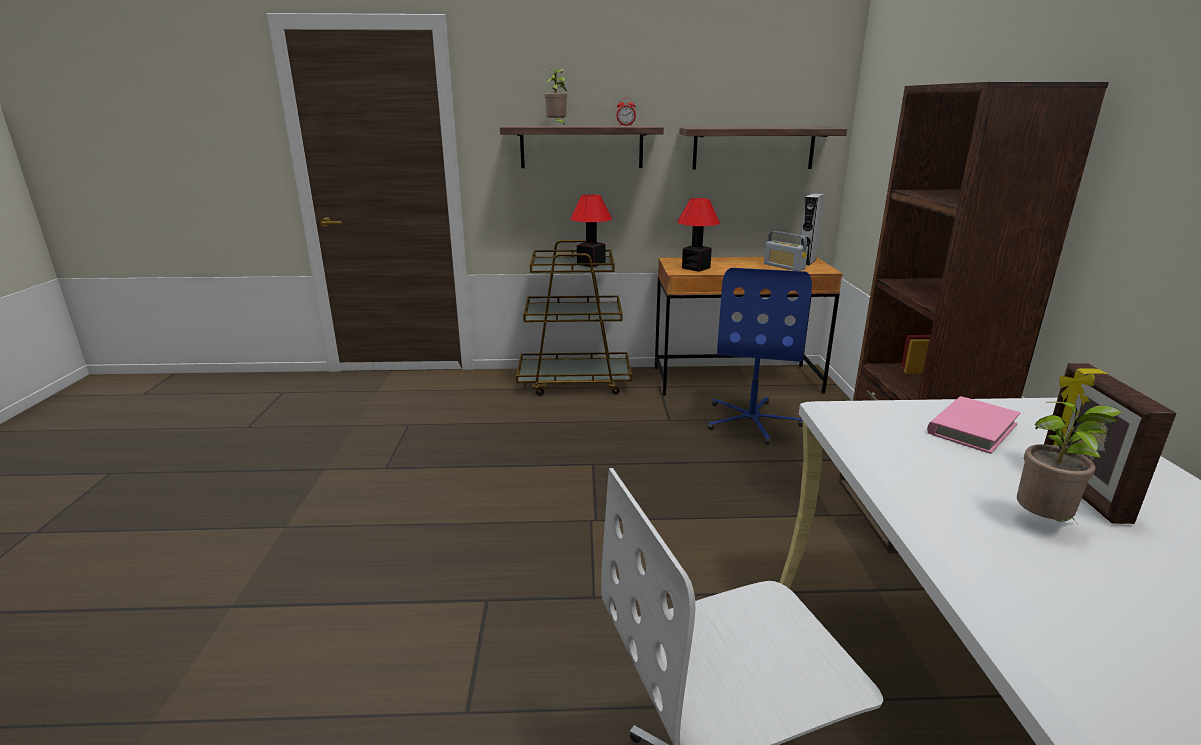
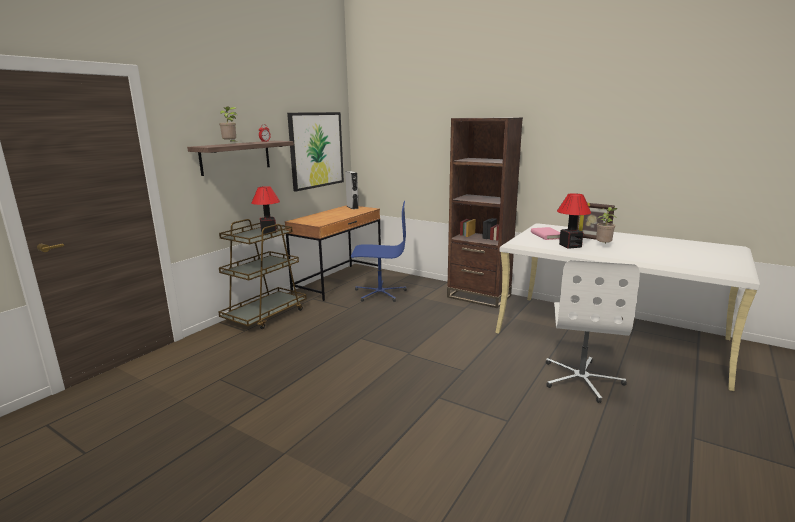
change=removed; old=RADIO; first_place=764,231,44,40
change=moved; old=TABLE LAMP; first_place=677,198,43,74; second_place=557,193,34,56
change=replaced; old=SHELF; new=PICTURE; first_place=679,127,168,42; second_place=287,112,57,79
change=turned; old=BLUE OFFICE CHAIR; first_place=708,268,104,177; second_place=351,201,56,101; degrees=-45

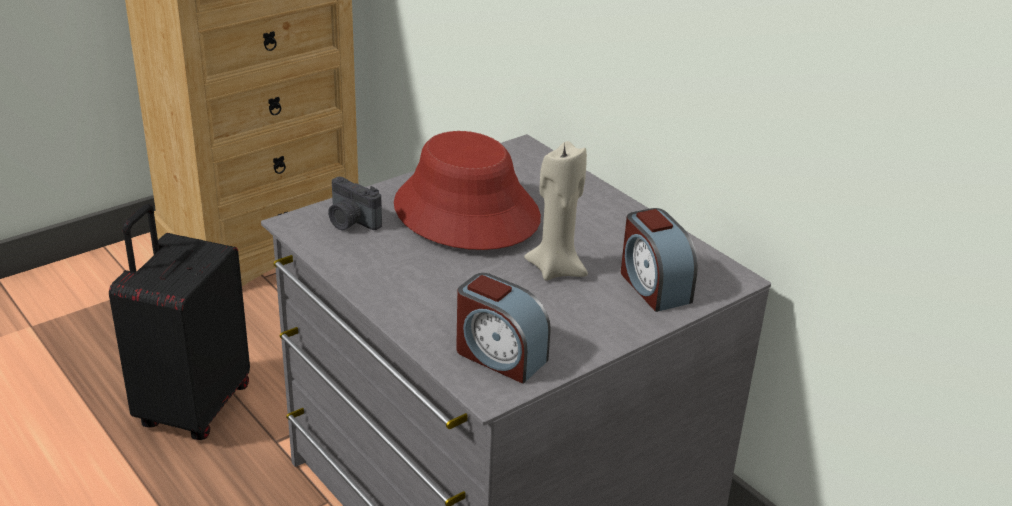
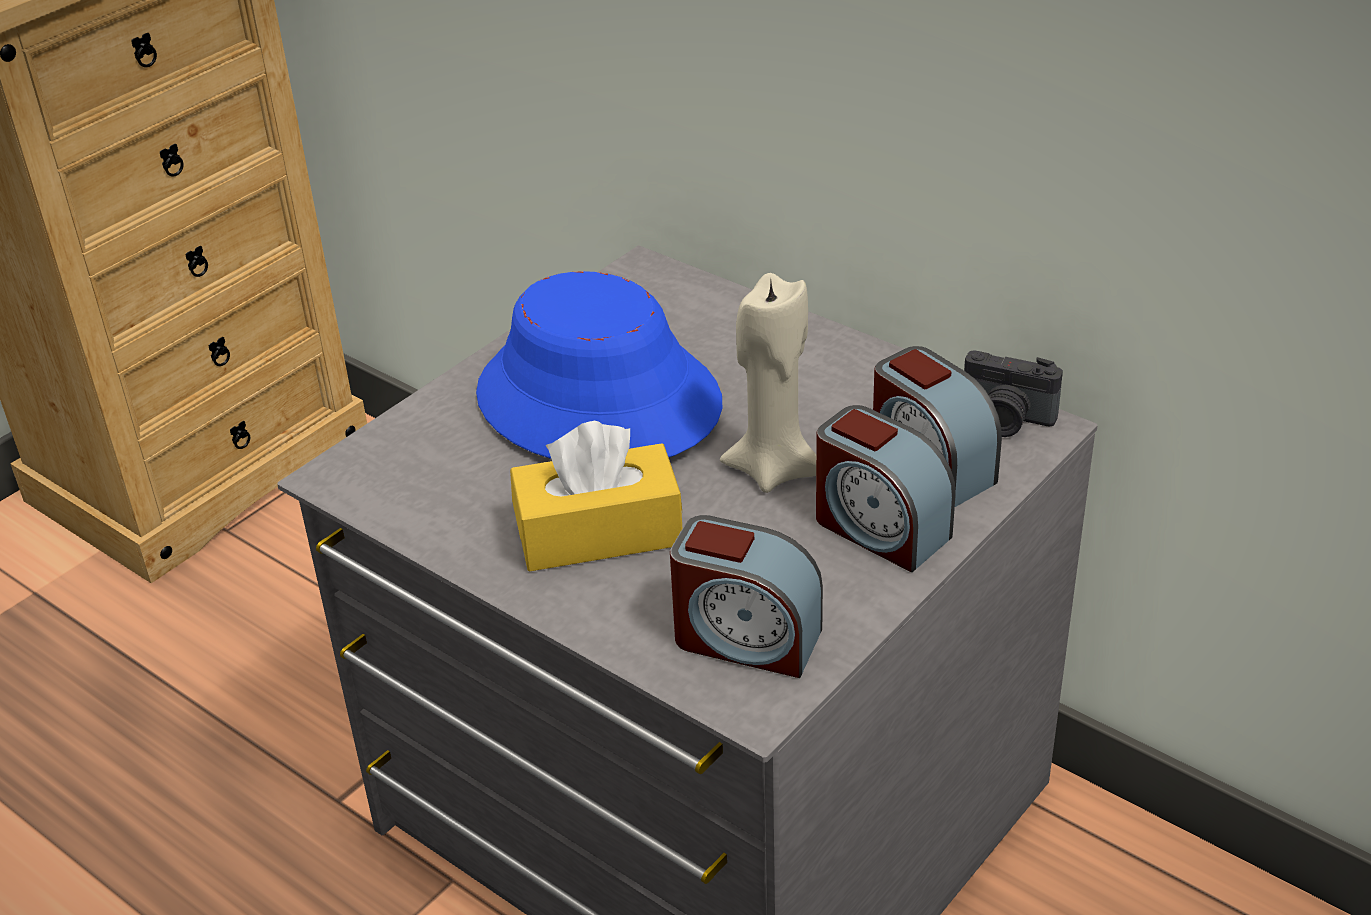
change=removed; old=BLACK SUITCASE; first_place=109,204,141,236
change=added; new=YELLOW TISSUE BOX; second_place=510,421,173,150
change=added; new=ALARM CLOCK; second_place=816,405,140,167
change=moved; old=PHOTO CAMERA; first_place=328,177,54,53; second_place=964,350,99,87
change=recoloured; old=RED HAT; new=BLUE HAT; first_place=394,131,147,119; second_place=476,271,246,188

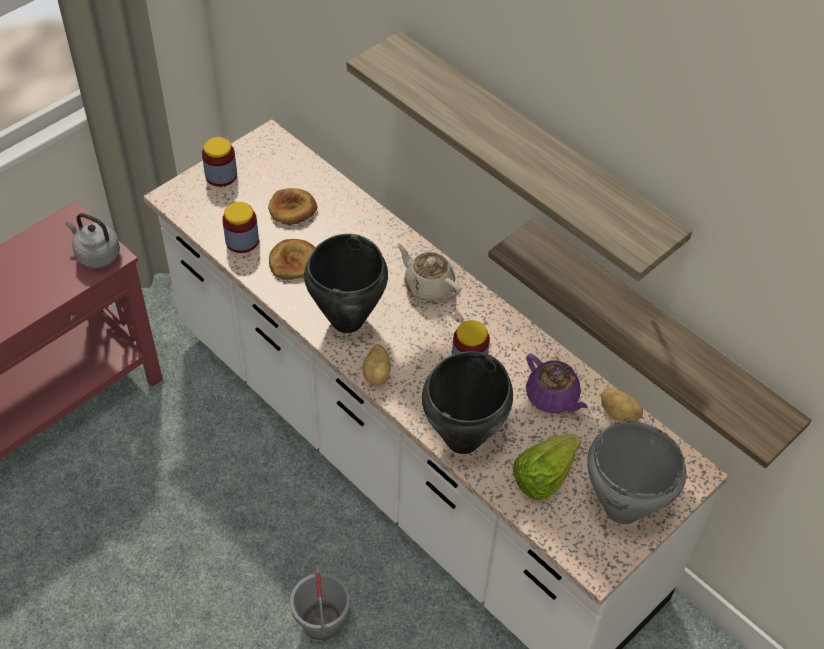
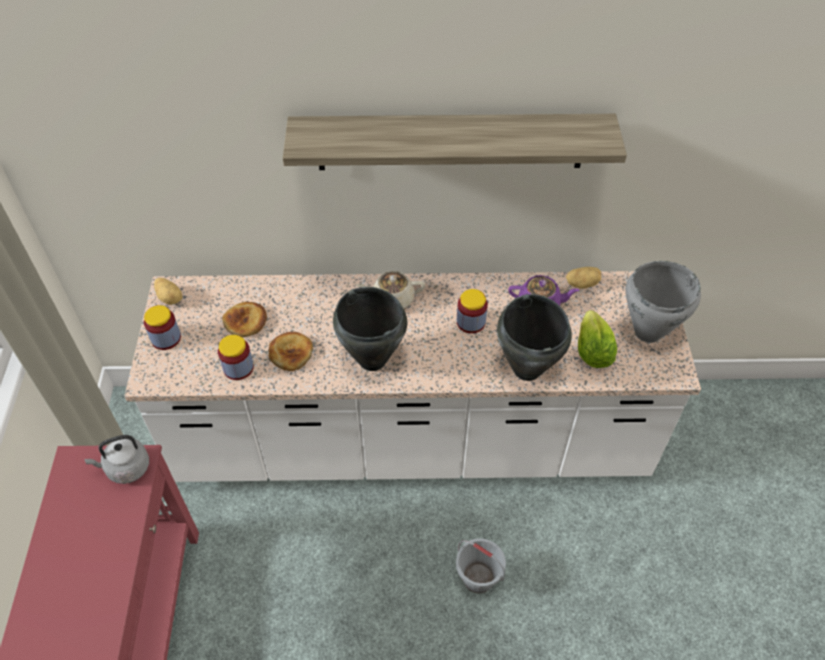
change=removed; old=SHELF; first_place=488,218,324,250
change=moved; old=POTATO; first_place=362,344,29,41; second_place=154,278,29,27

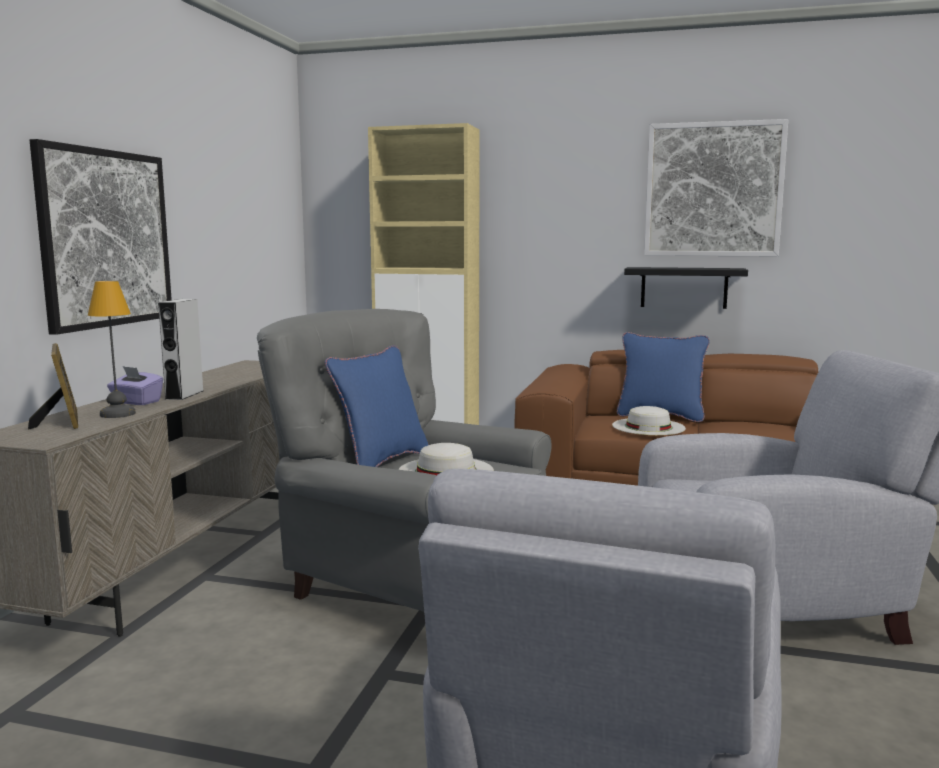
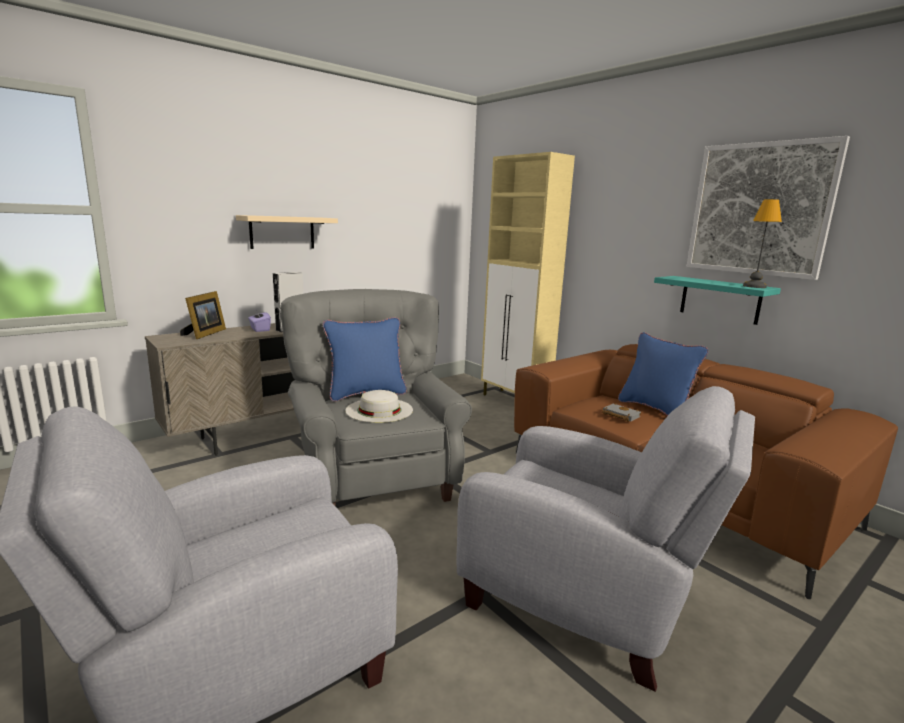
change=moved; old=TABLE LAMP; first_place=88,281,48,137; second_place=743,199,39,89
change=replaced; old=PICTURE; new=BEIGE SHELF; first_place=30,139,142,196; second_place=236,215,102,34
change=replaced; old=WHITE HAT; new=GREY BOOK; first_place=612,406,74,29; second_place=602,403,39,19
change=recoloured; old=BLACK SHELF; new=TURQUOISE SHELF; first_place=624,267,124,42; second_place=654,276,127,49

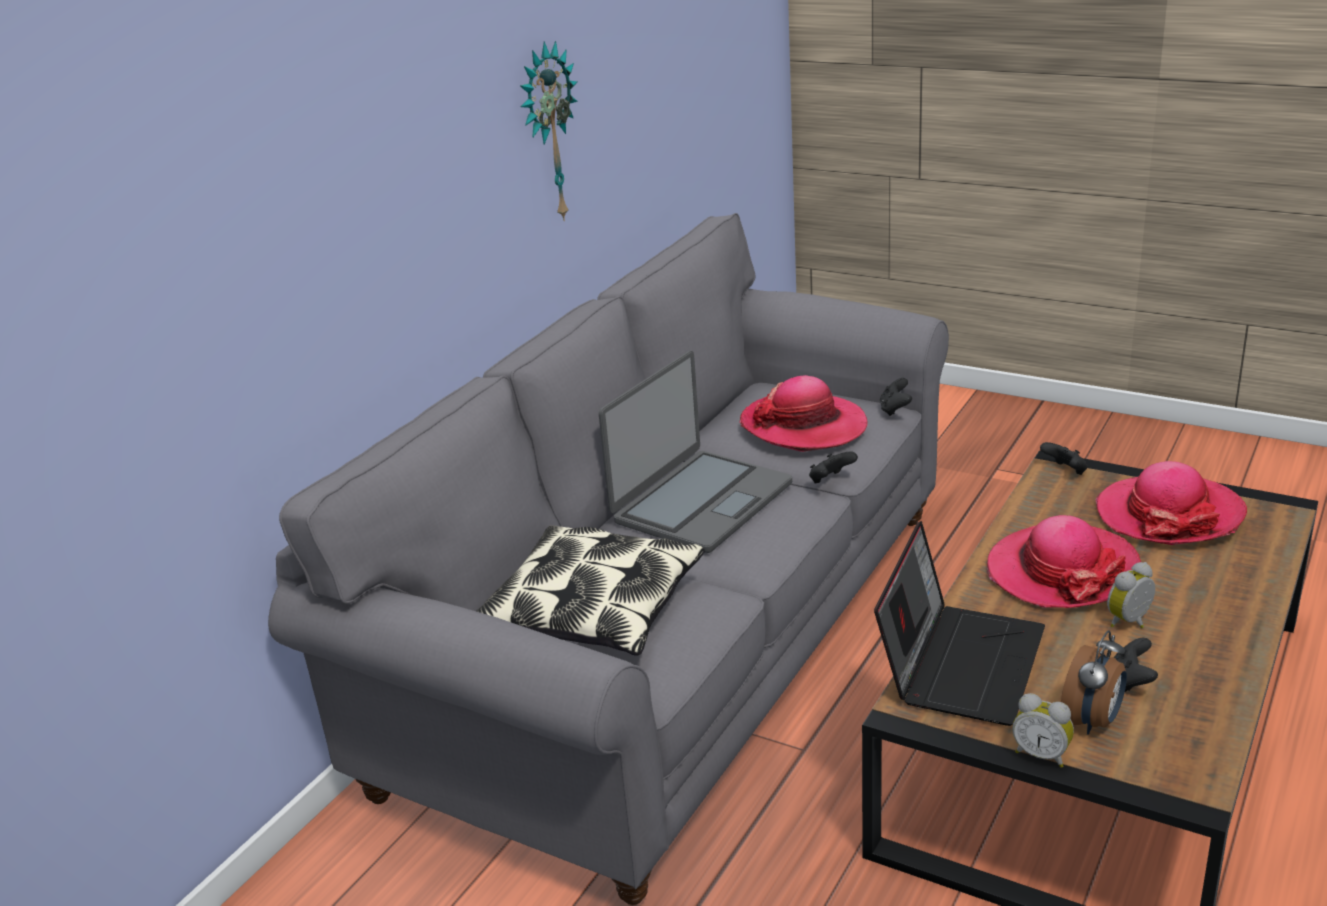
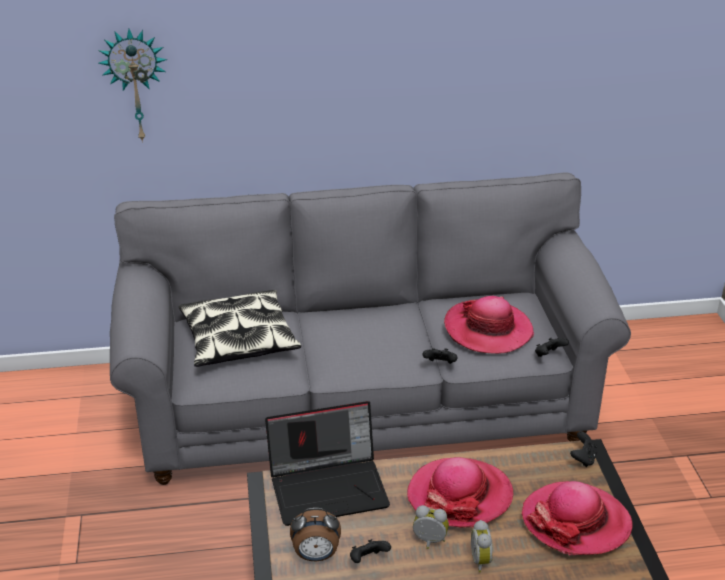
change=removed; old=LAPTOP; first_place=599,351,193,202
change=moved; old=WALL CLOCK; first_place=520,41,58,180; second_place=98,29,69,114
change=moved; old=ALARM CLOCK; first_place=1012,693,62,75; second_place=471,520,22,52

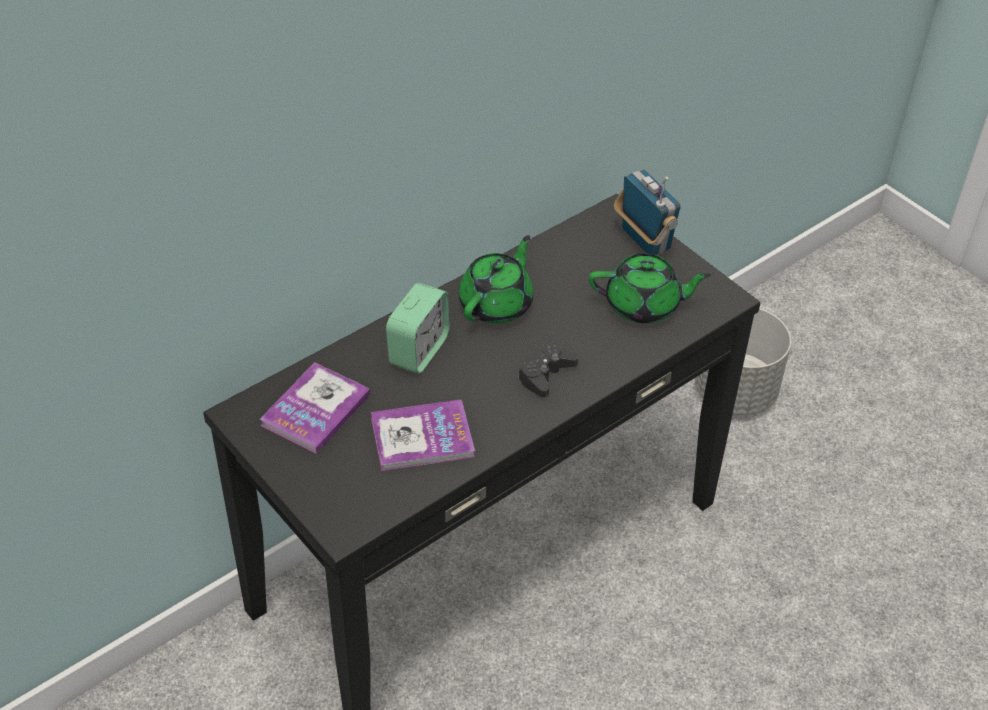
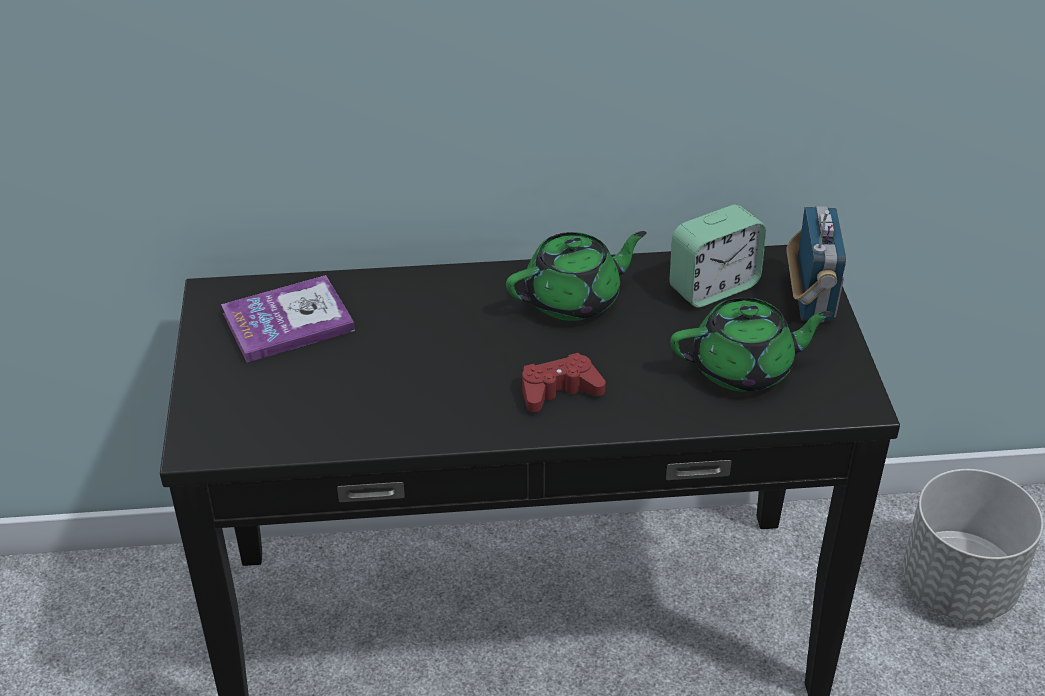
change=removed; old=BOOK; first_place=371,399,104,72
change=moved; old=ALARM CLOCK; first_place=386,283,64,91; second_place=669,205,97,103
change=recoloured; old=BLACK GAME CONTROLLER; new=RED GAME CONTROLLER; first_place=518,342,60,55; second_place=522,353,84,59
change=turned; old=GREEN TEAPOT; first_place=589,253,122,70; second_place=670,297,163,95; degrees=-45

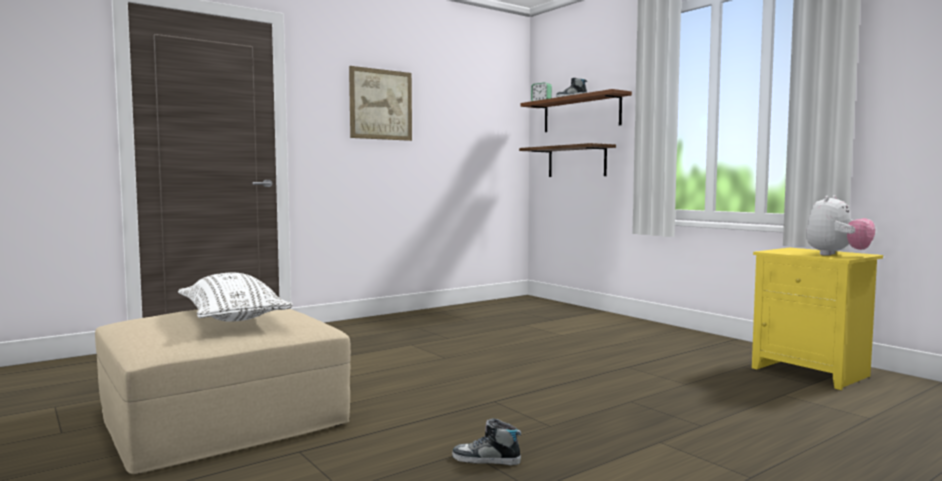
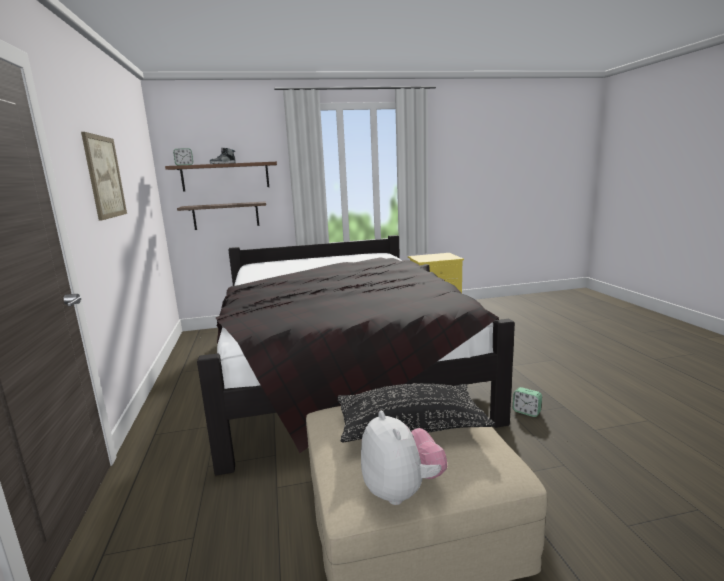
change=added; new=BLACK BED; second_place=197,235,318,241
change=moved; old=PLUSH TOY; first_place=806,195,70,61; second_place=361,411,86,94
change=replaced; old=SHOE; new=ALARM CLOCK; first_place=452,418,69,48; second_place=513,387,29,30
change=recoloured; old=WHITE PILLOW; new=BLACK PILLOW; first_place=178,272,115,50; second_place=337,383,158,59

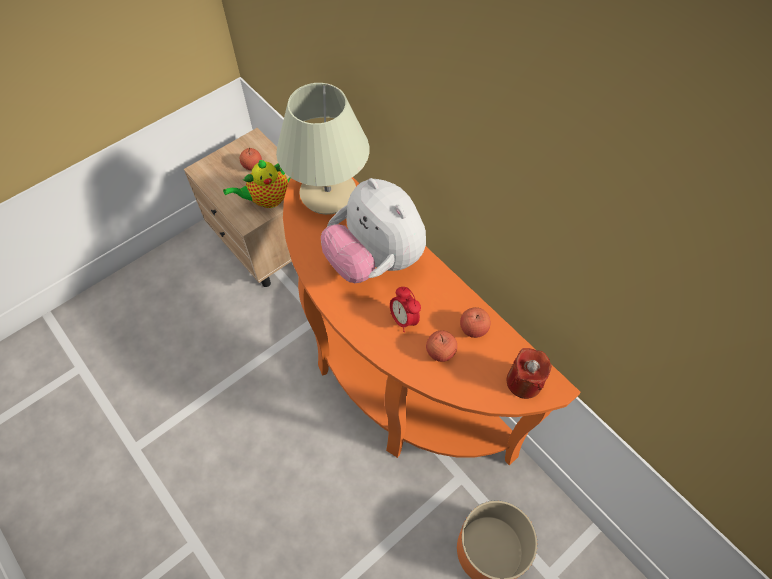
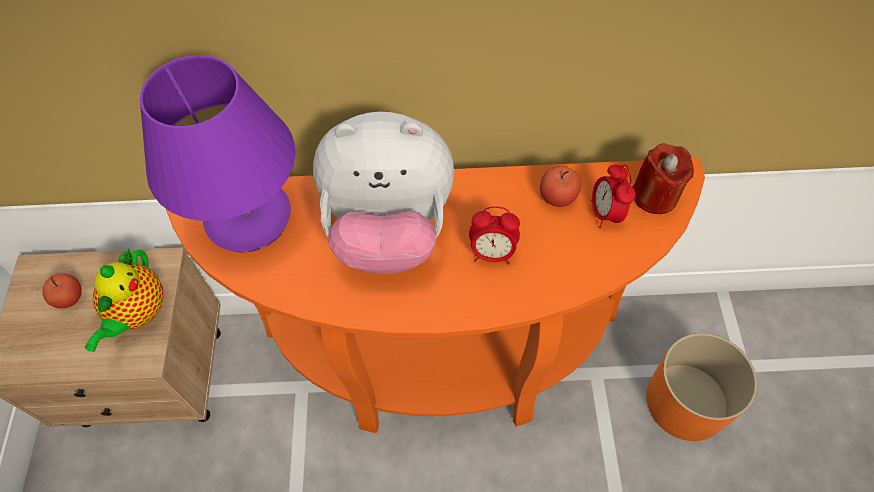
change=removed; old=APPLE; first_place=426,330,31,32
change=added; new=ALARM CLOCK; second_place=591,165,44,63
change=recoloured; old=BEIGE TABLE LAMP; new=PURPLE TABLE LAMP; first_place=276,83,93,132; second_place=140,55,155,198

